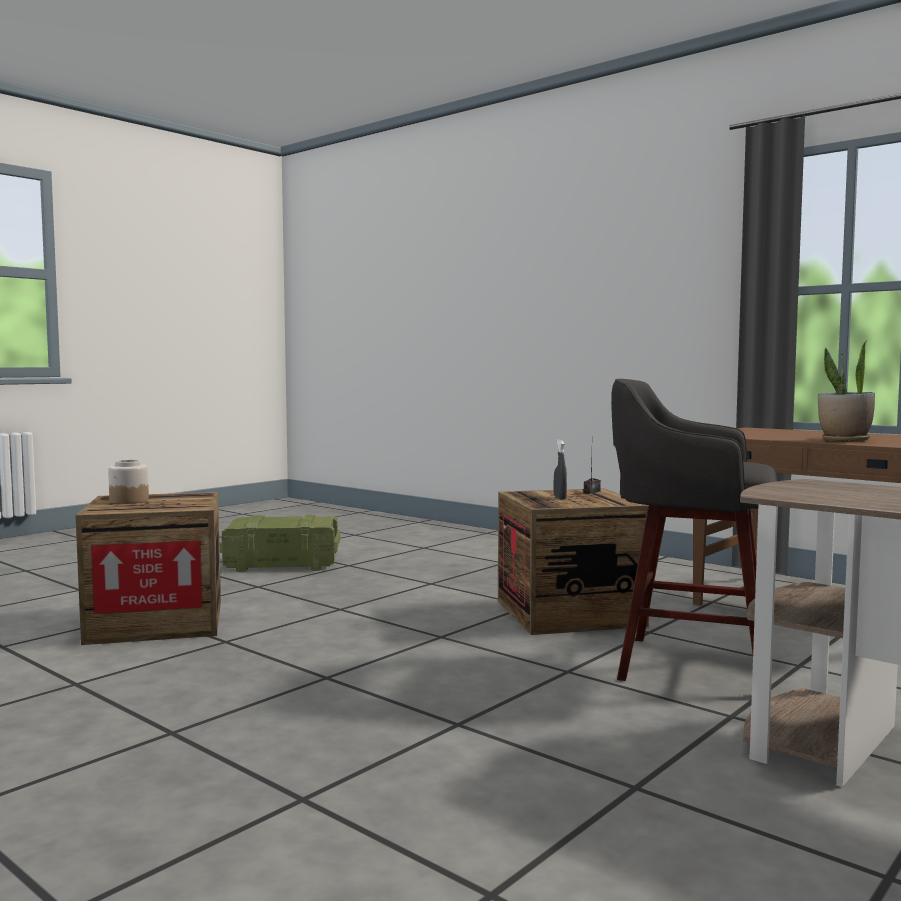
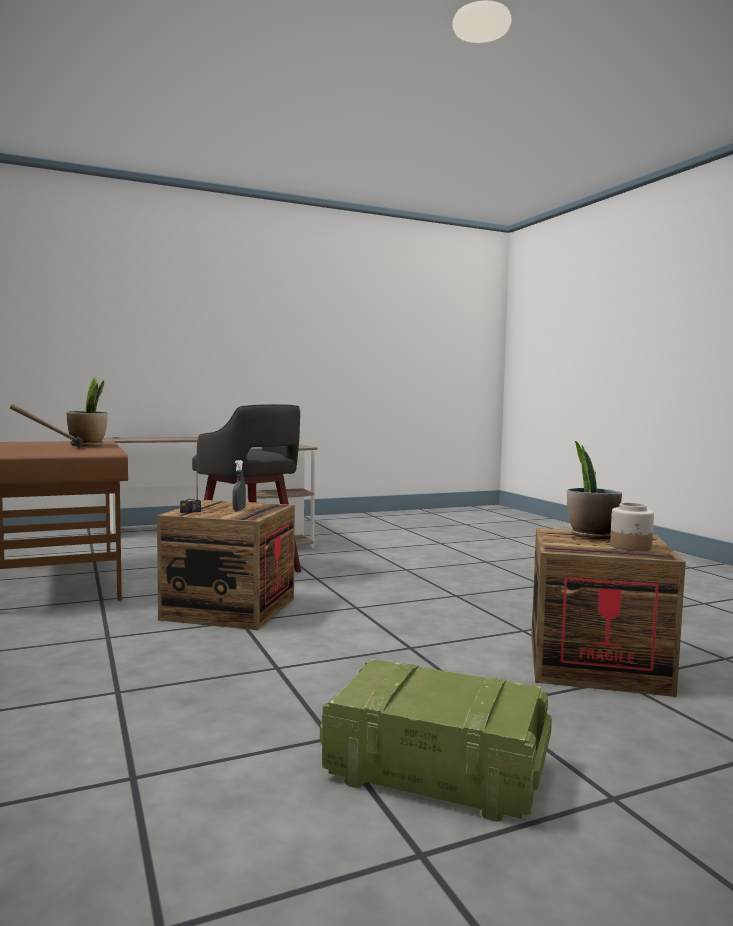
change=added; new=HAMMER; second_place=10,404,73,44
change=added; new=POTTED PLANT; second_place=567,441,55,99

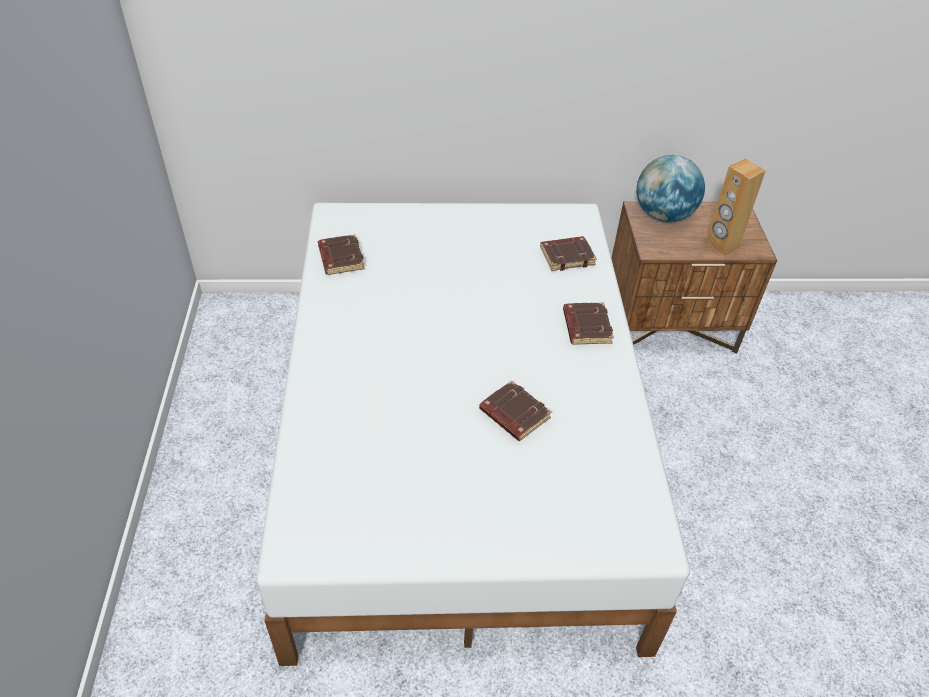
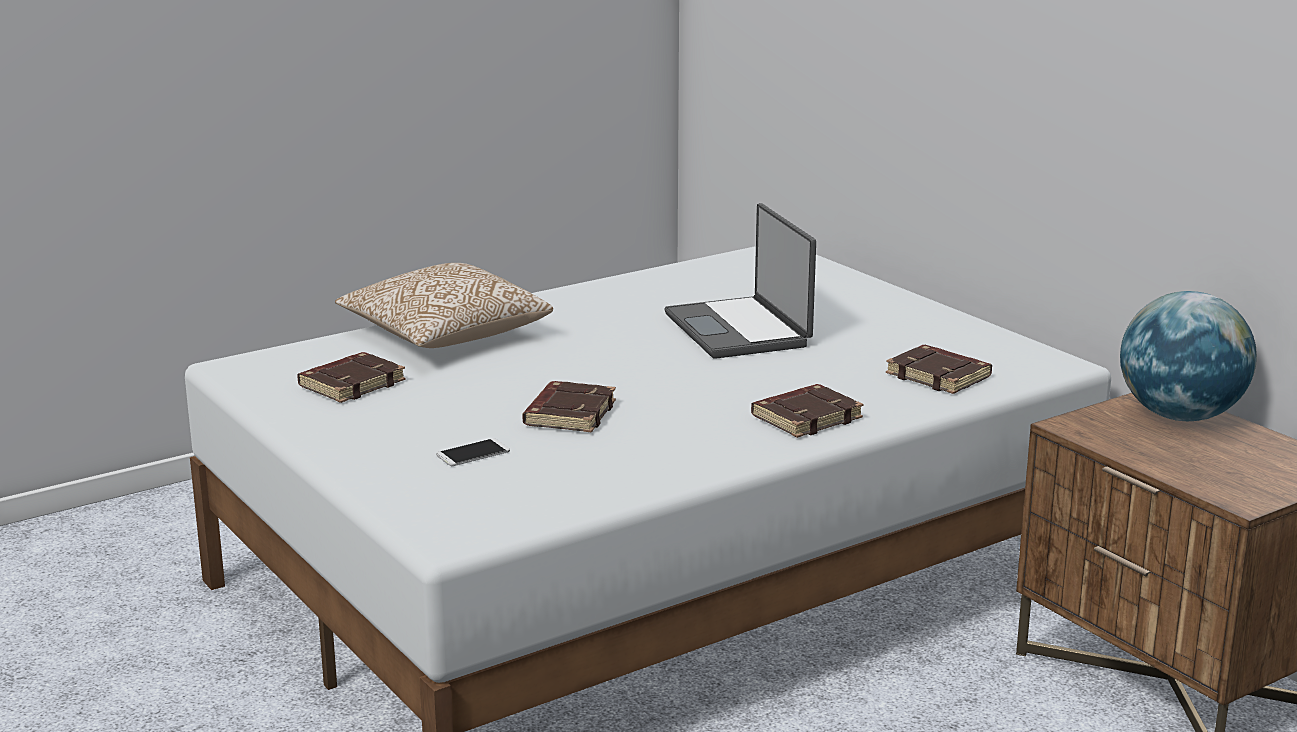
change=removed; old=BROWN SPEAKER; first_place=705,159,60,96
change=added; new=PILLOW; second_place=335,263,218,85
change=added; new=PHONE; second_place=436,439,74,27
change=added; new=LAPTOP; second_place=665,203,151,156
change=moved; old=BROWN BOOK; first_place=318,234,47,41; second_place=297,352,109,51

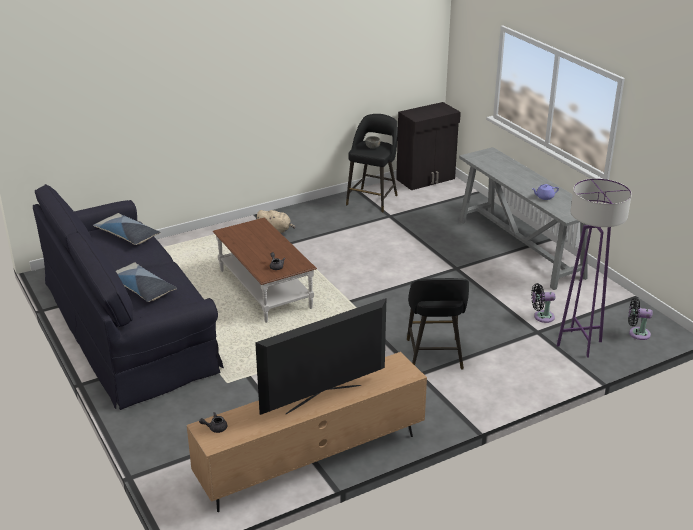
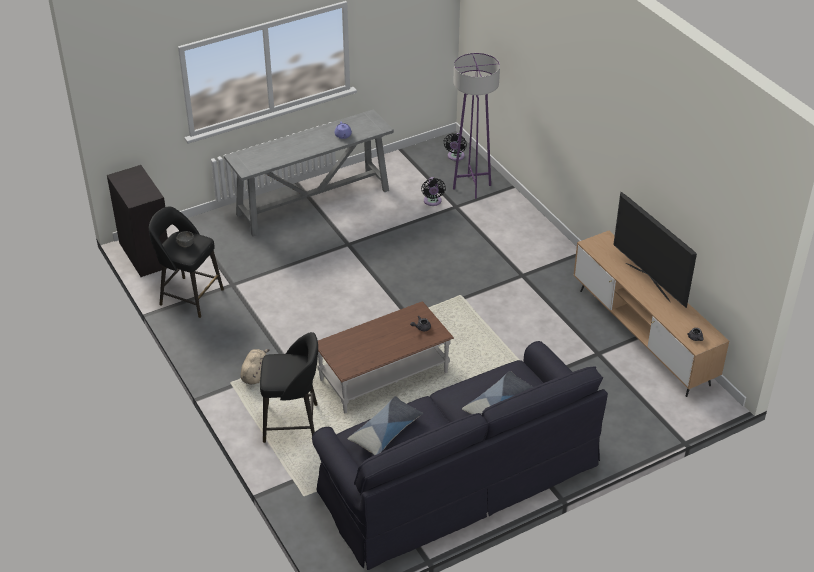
change=moved; old=BLACK STOOL; first_place=407,278,62,92; second_place=260,332,58,111

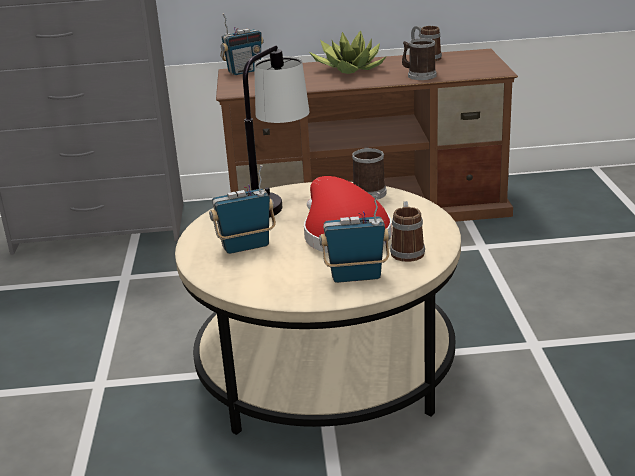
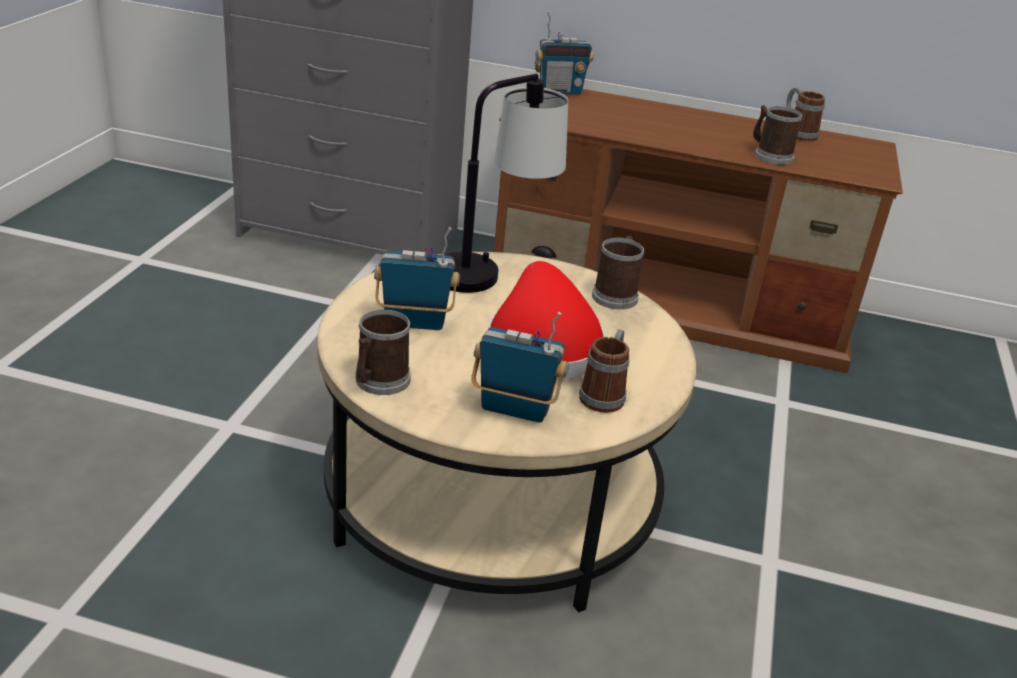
change=removed; old=POTTED PLANT; first_place=308,30,79,44
change=added; new=MUG; second_place=356,310,55,85

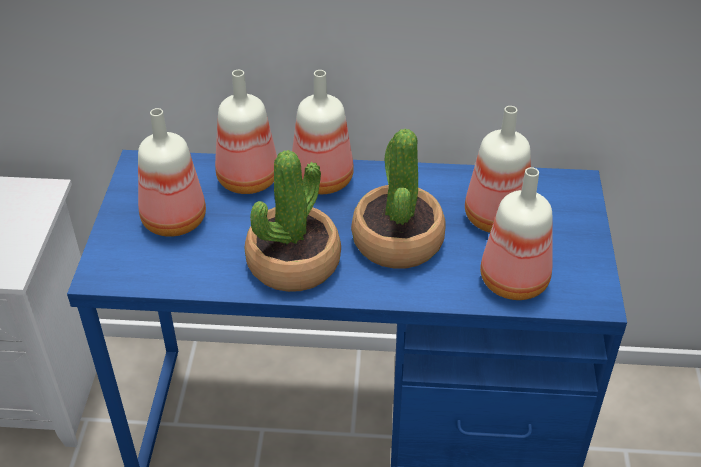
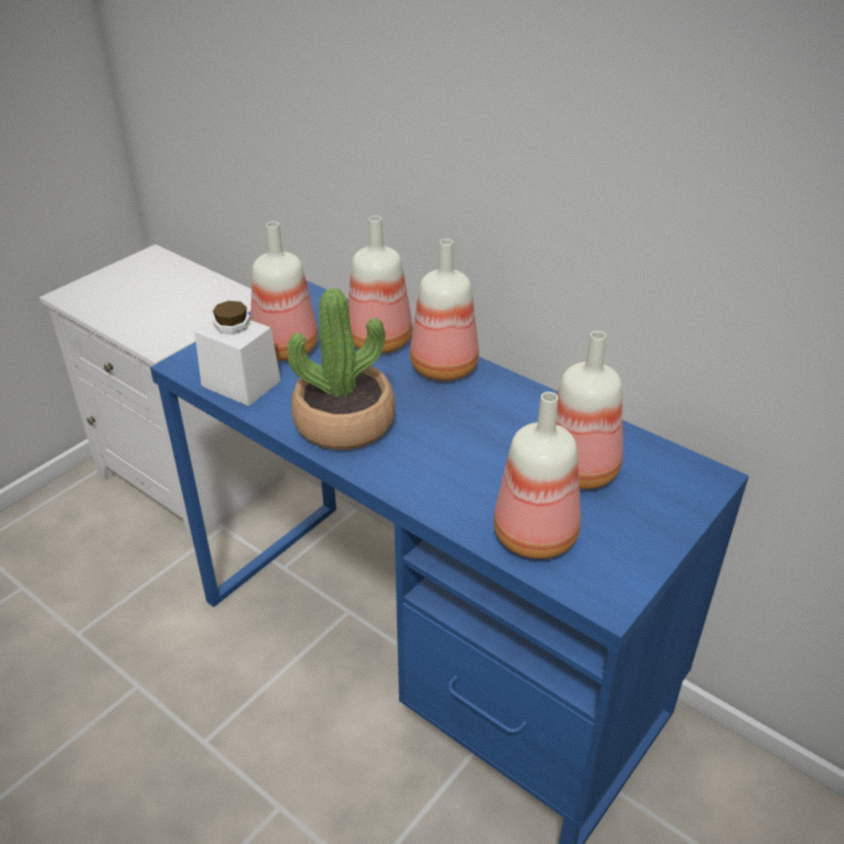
change=removed; old=POTTED PLANT; first_place=351,129,95,140
change=added; new=WHITE JAR; second_place=195,301,86,105

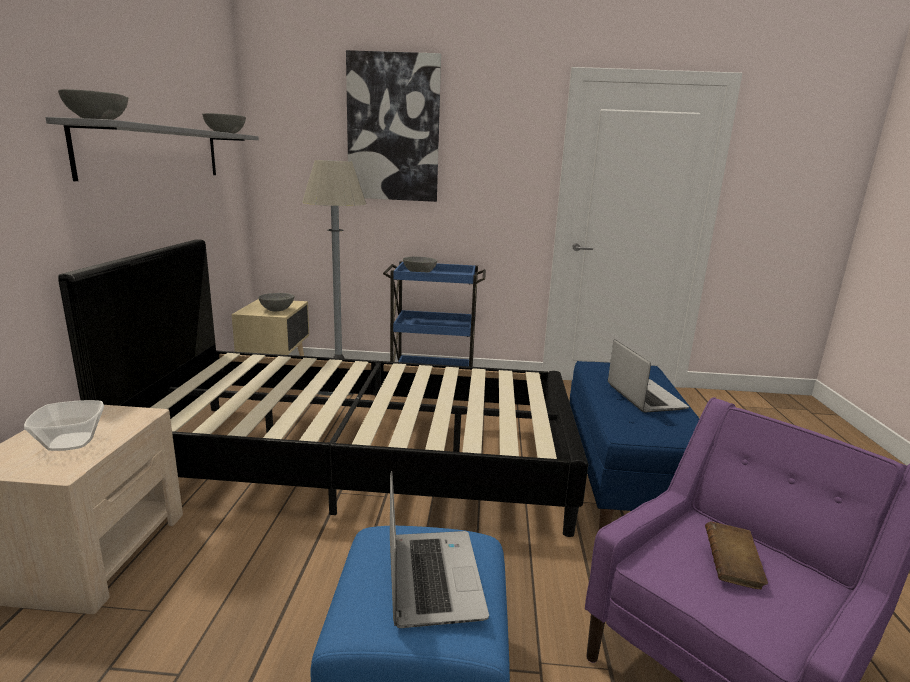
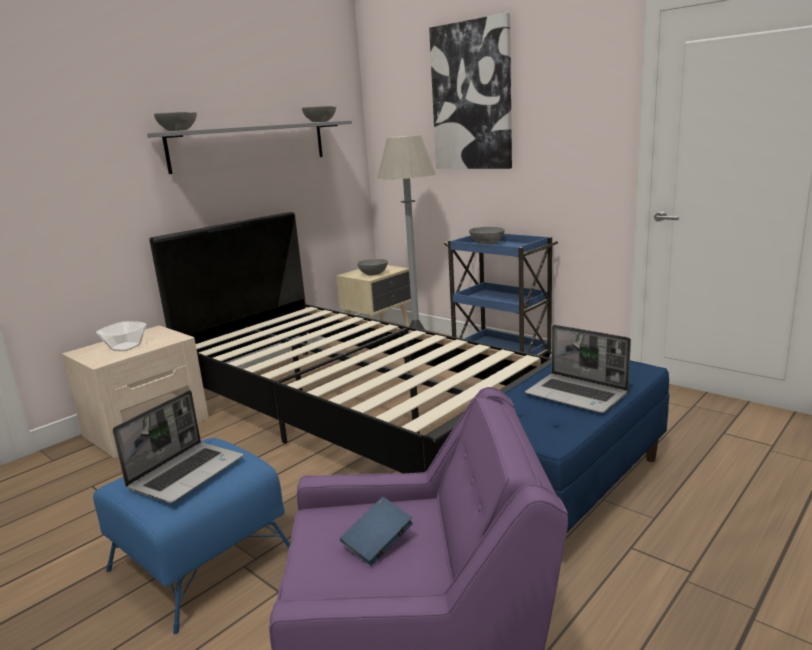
change=recoloured; old=BROWN BOOK; new=BLUE BOOK; first_place=705,522,63,67; second_place=340,497,73,69
change=turned; old=LAPTOP; first_place=608,339,81,73; second_place=525,325,106,88; degrees=105

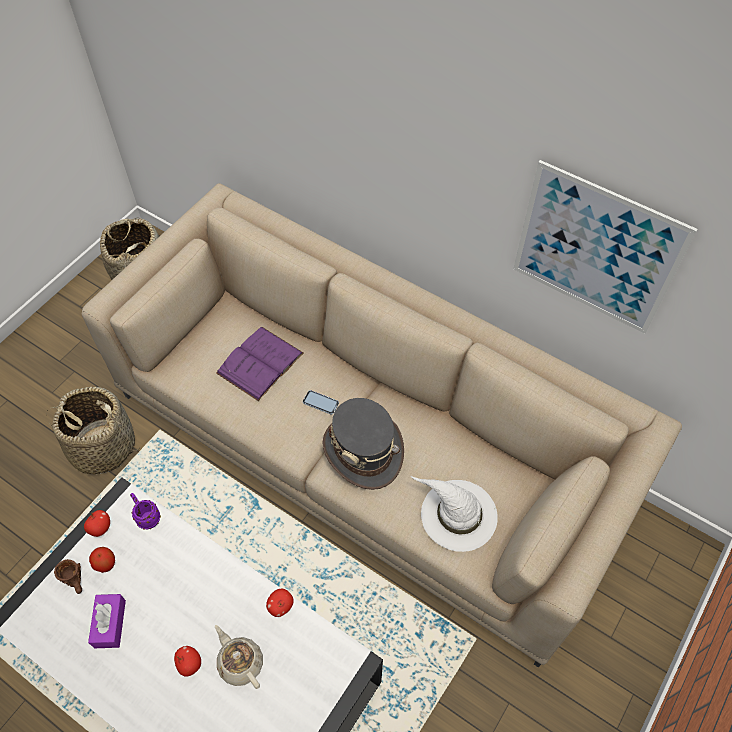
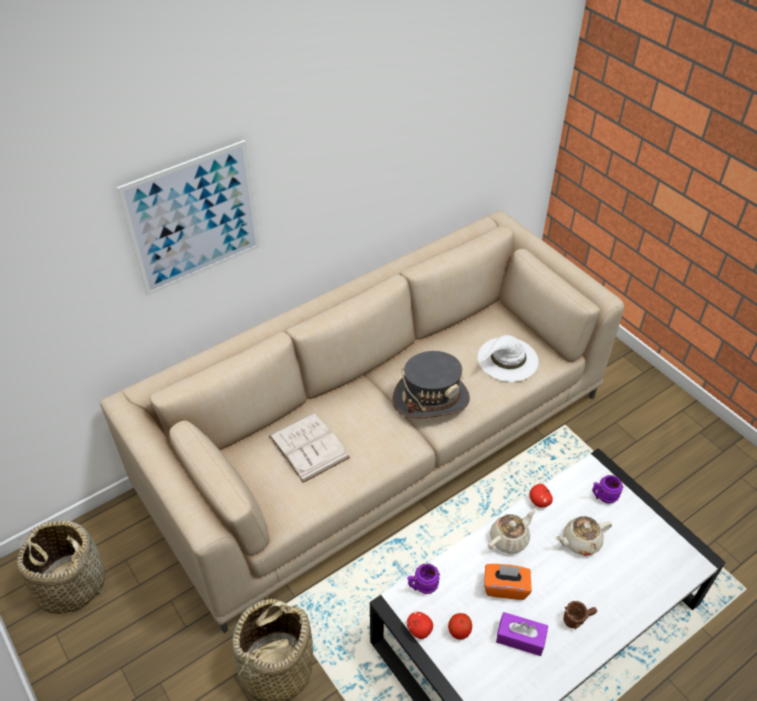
change=removed; old=APPLE; first_place=174,646,27,31
change=removed; old=PHONE; first_place=303,390,36,25
change=added; new=ORANGE TISSUE BOX; second_place=484,564,48,36
change=added; new=BEIGE TEAPOT; second_place=488,508,49,46
change=added; new=PURPLE MUG; second_place=592,475,31,29
change=moved; old=BROWN MUG; first_place=54,559,28,35; second_place=564,601,33,28
change=moved; old=PICTURE; first_place=513,160,185,174; second_place=116,140,144,156
change=recoloured; old=PURPLE BOOK; new=WHITE BOOK; first_place=216,327,87,74; second_place=269,413,81,70

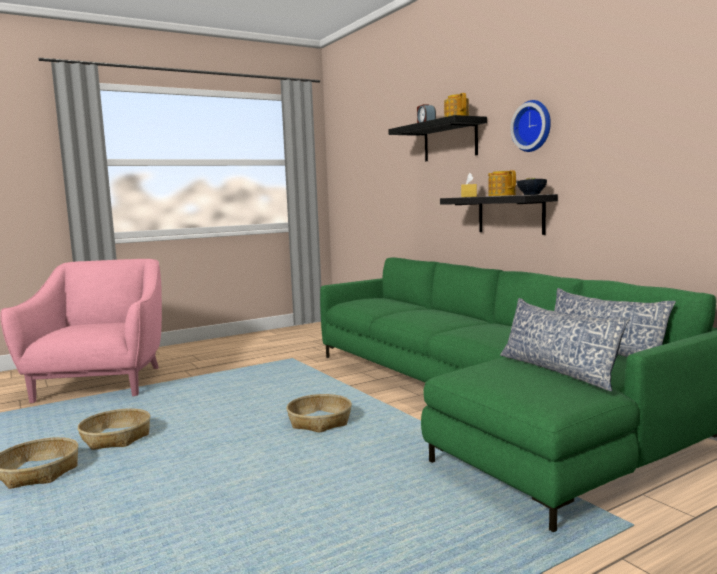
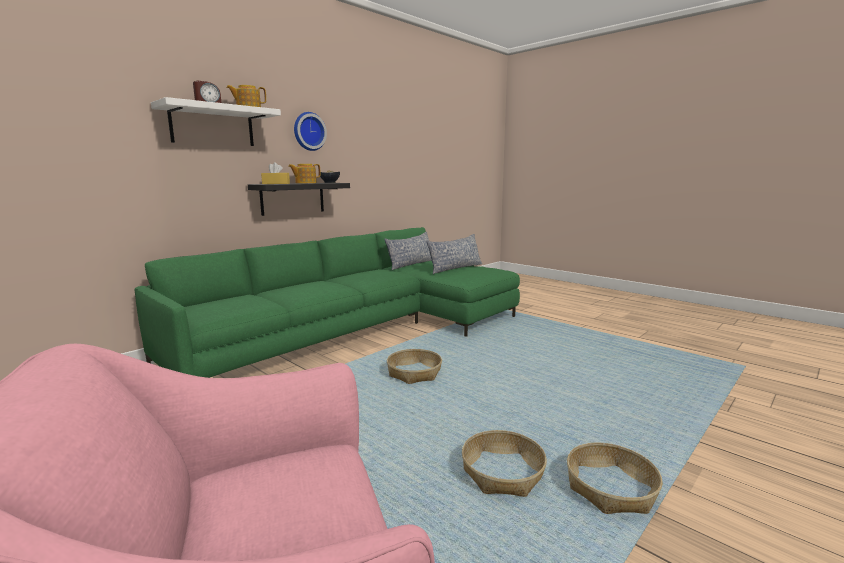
change=recoloured; old=BLACK SHELF; new=WHITE SHELF; first_place=388,115,99,46; second_place=151,97,130,49

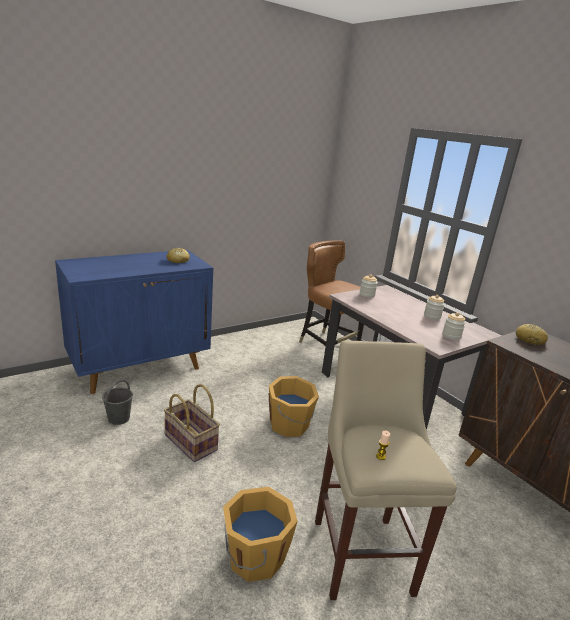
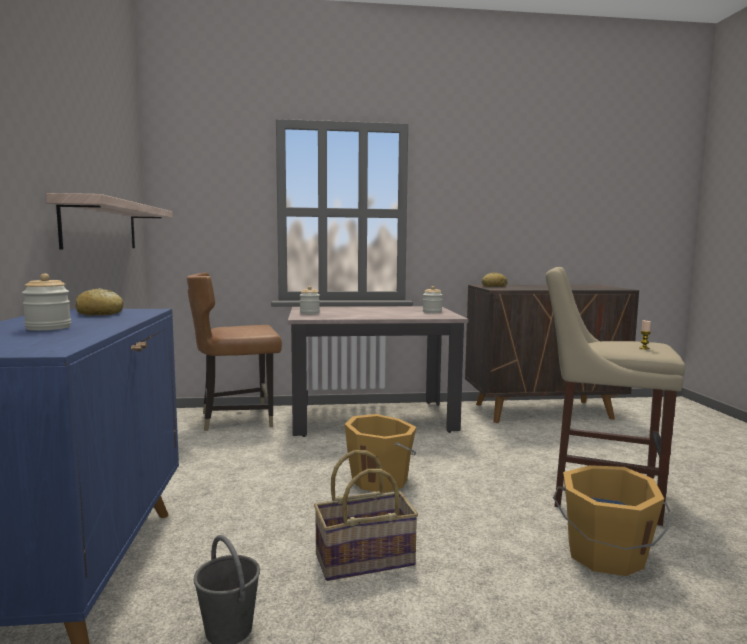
change=added; new=SHELF; second_place=46,193,127,57
change=moved; old=JAR; first_place=424,295,21,25; second_place=22,274,49,57

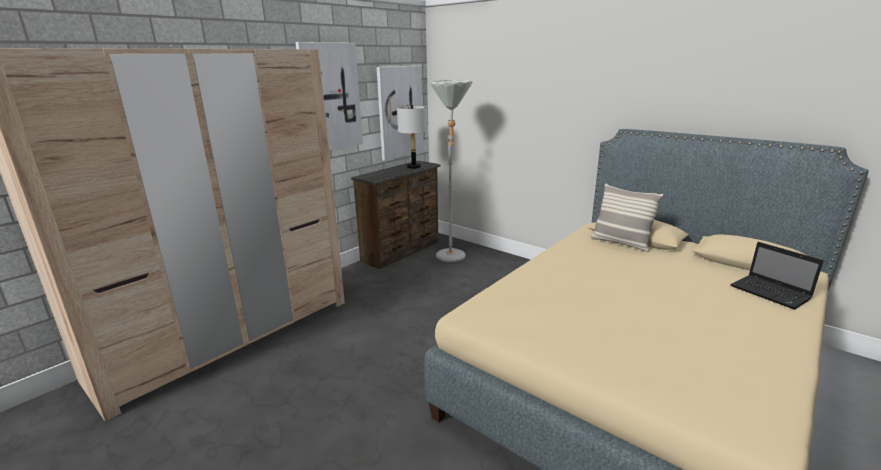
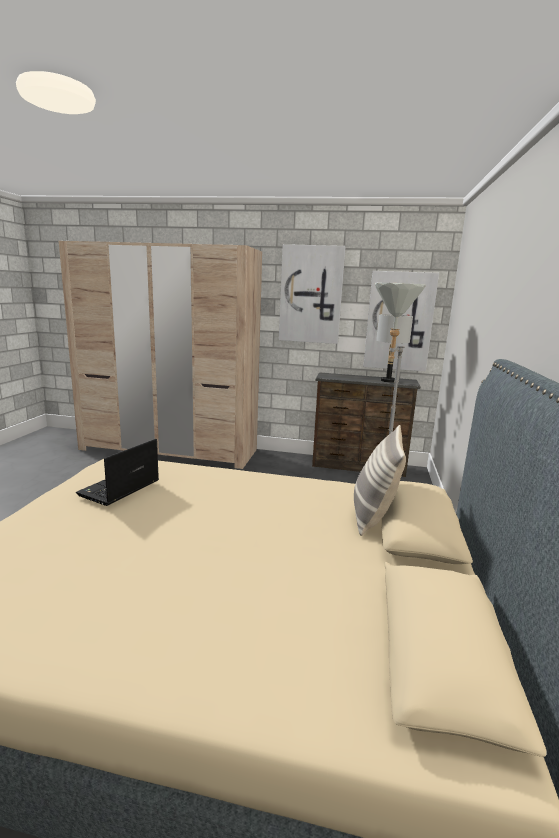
change=moved; old=LAPTOP; first_place=730,242,94,68; second_place=76,439,83,67

